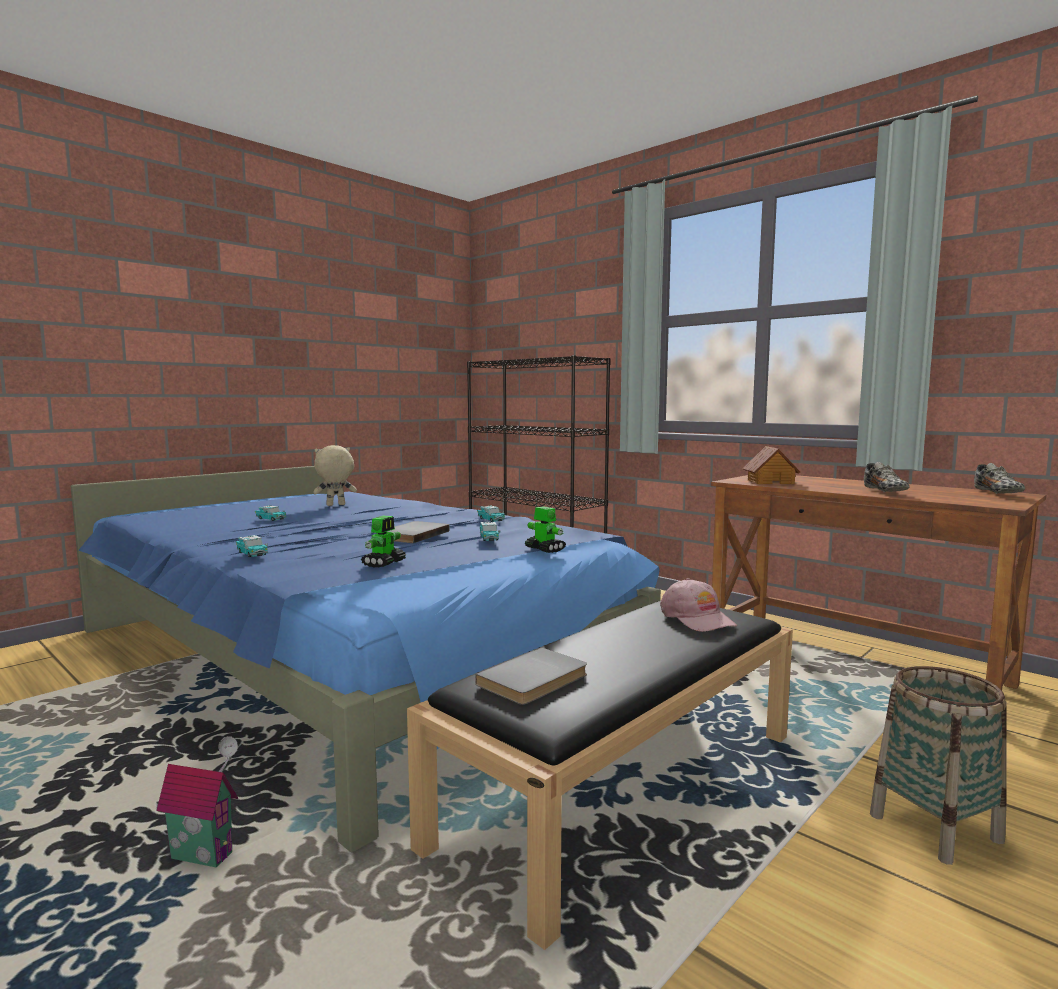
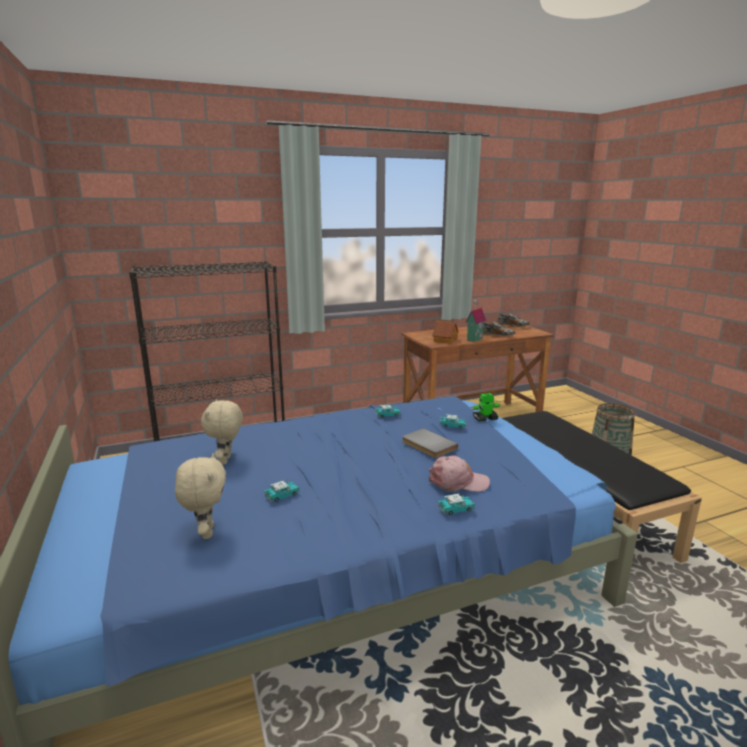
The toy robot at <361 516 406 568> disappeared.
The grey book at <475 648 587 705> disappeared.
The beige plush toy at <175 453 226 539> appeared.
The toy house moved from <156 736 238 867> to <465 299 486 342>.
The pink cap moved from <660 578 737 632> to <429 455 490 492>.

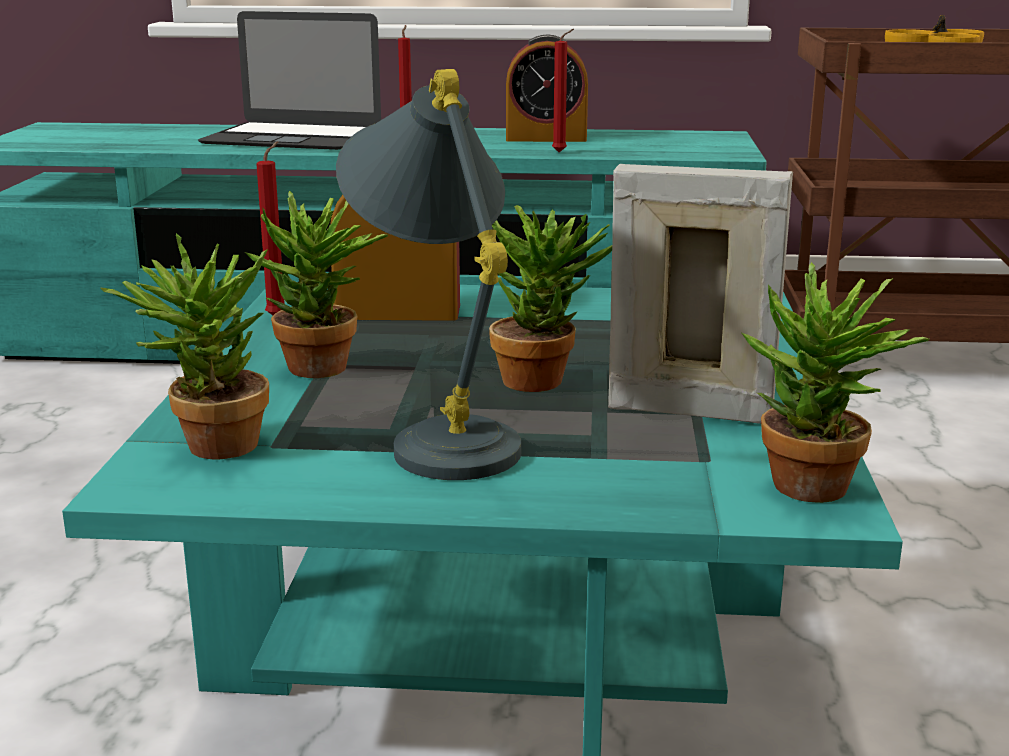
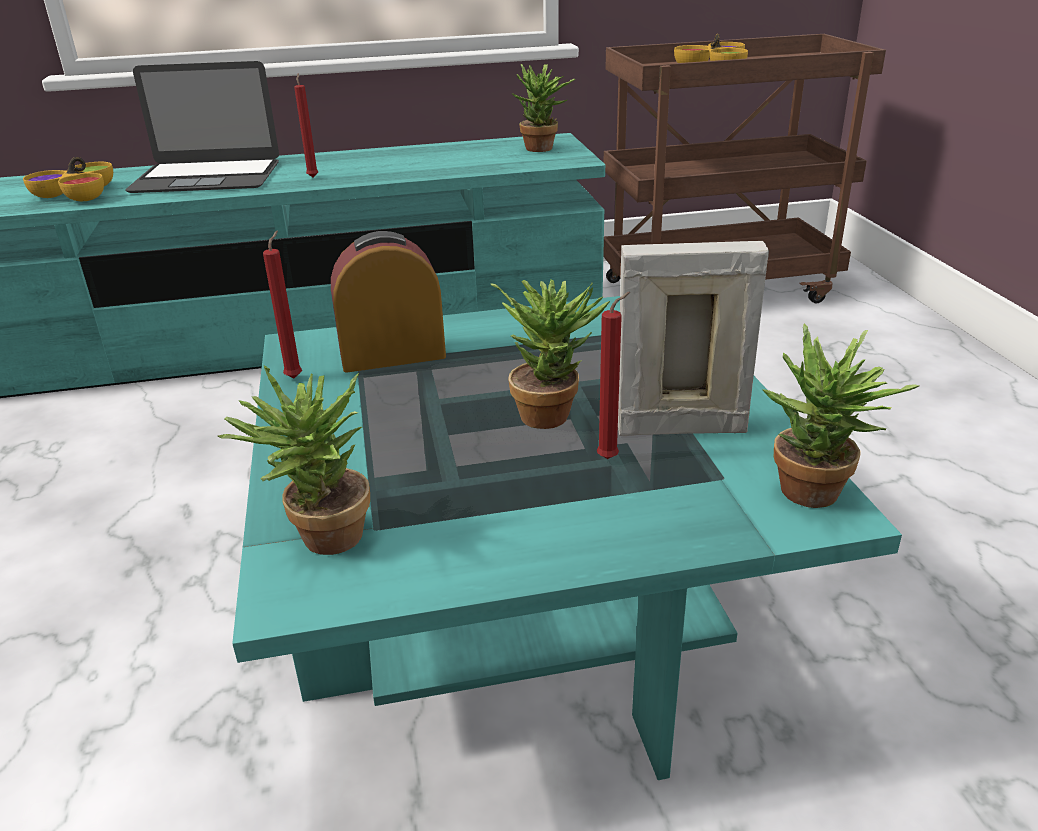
The grey table lamp at <336 69 521 480> disappeared.
The alarm clock at <506 34 588 142> disappeared.
The bowl at <23 157 113 201> appeared.
The potted plant moved from <245 191 388 378> to <511 64 576 152>.
The red candle moved from <552 29 574 153> to <597 292 630 459>.

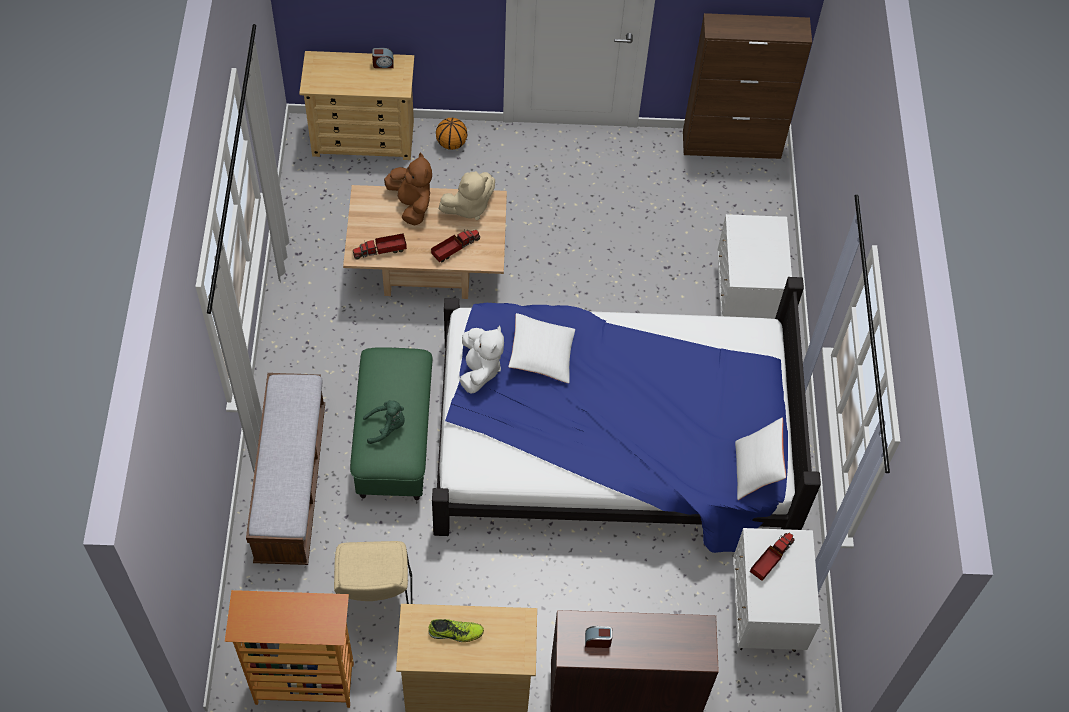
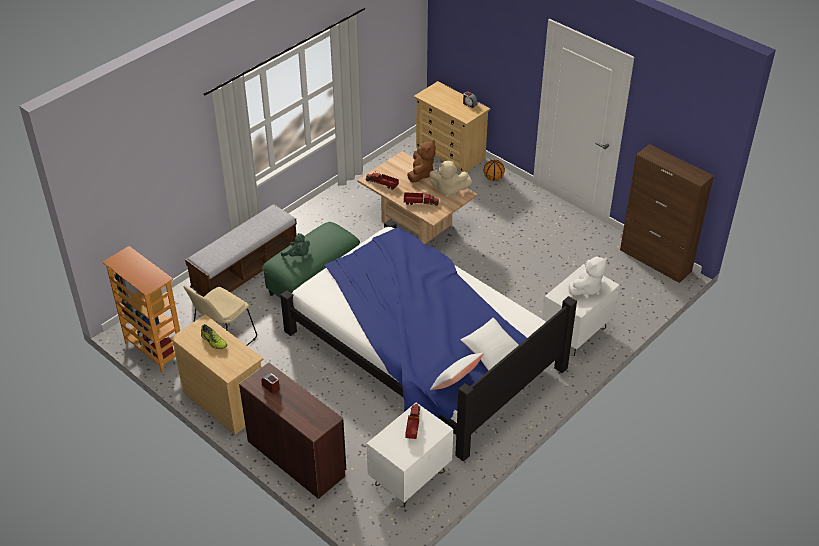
The white plush toy moved from <459 325 504 394> to <568 256 607 296>.
The white pillow moved from <508 313 575 384> to <461 318 519 371>.
The toy truck at <750 533 795 581> turned 75 degrees counterclockwise.

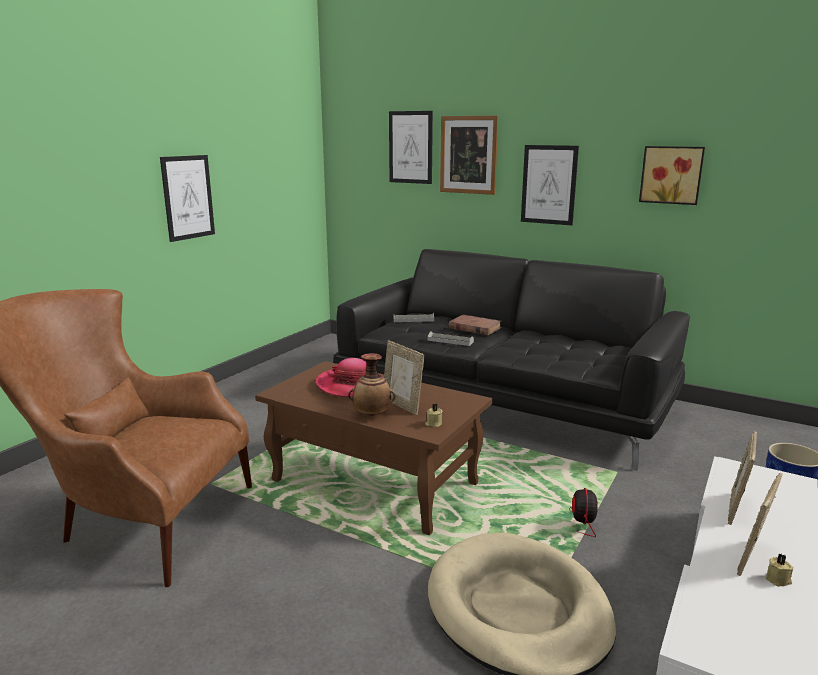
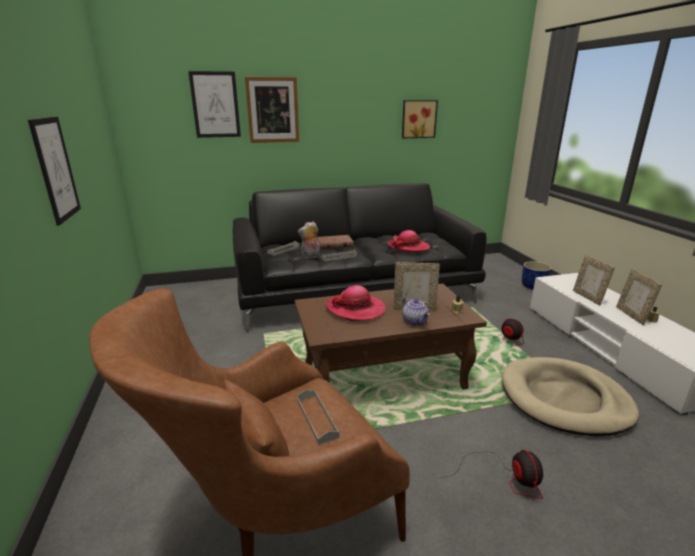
The picture at <521 145 579 225> disappeared.
The grey tray at <297 390 339 444> appeared.
The plush toy at <298 222 320 258> appeared.
The hat at <388 230 430 252> appeared.
The fan at <440 450 543 499> appeared.
The vase at <348 353 396 416> was replaced by the teapot at <402 297 430 326>.

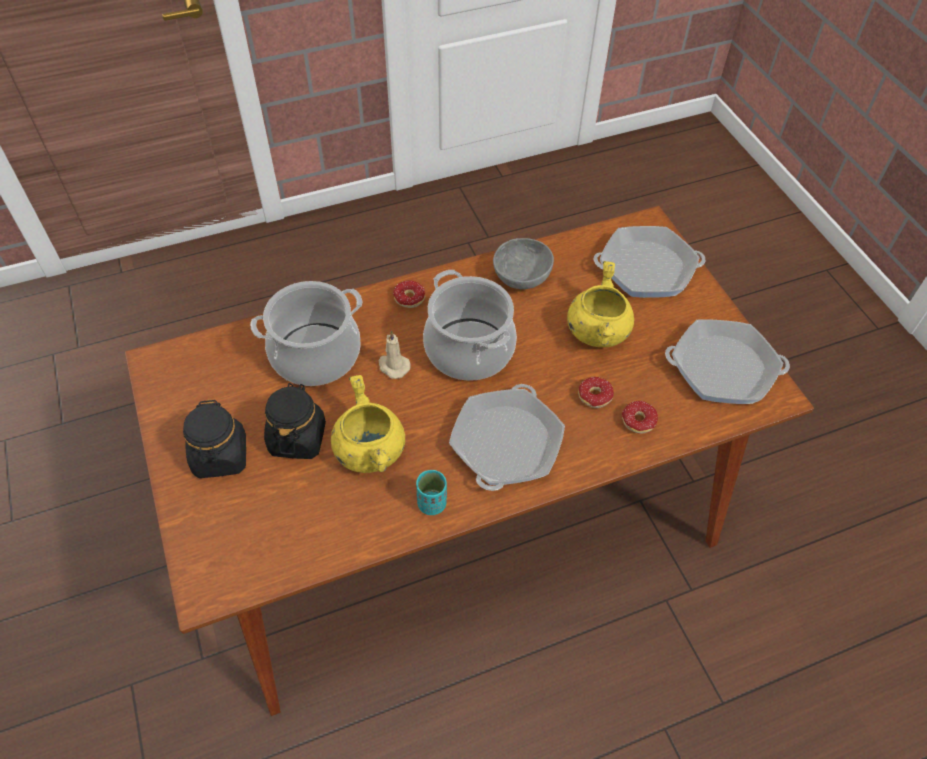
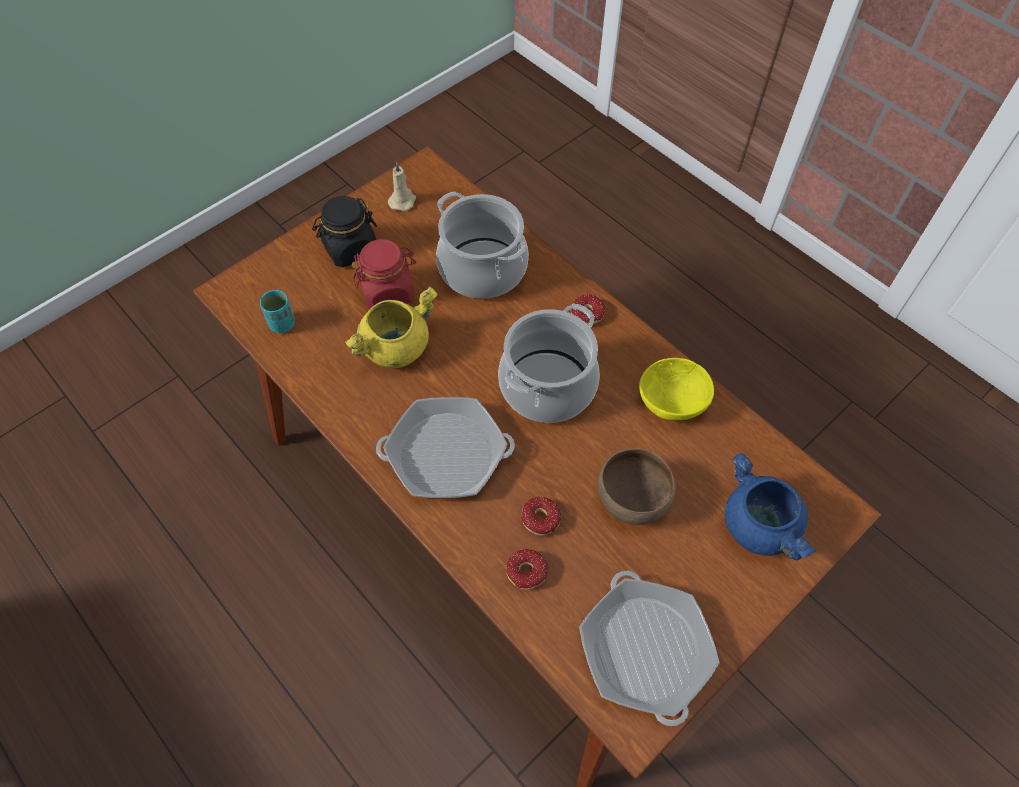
The beige candle moved from <379 331 411 379> to <388 162 416 211>.
The turquoise cup moved from <416 470 447 515> to <260 290 295 333>.
The yellow cooking pot at <567 261 634 347> was replaced by the brown bowl at <597 448 676 525>.
The frying pan at <594 226 705 298> was replaced by the blue cooking pot at <724 453 816 561>.
The black jar at <264 383 326 459> became the red jar at <352 239 416 309>.
The grey bowl at <493 238 554 289> became the yellow bowl at <639 358 714 420>.

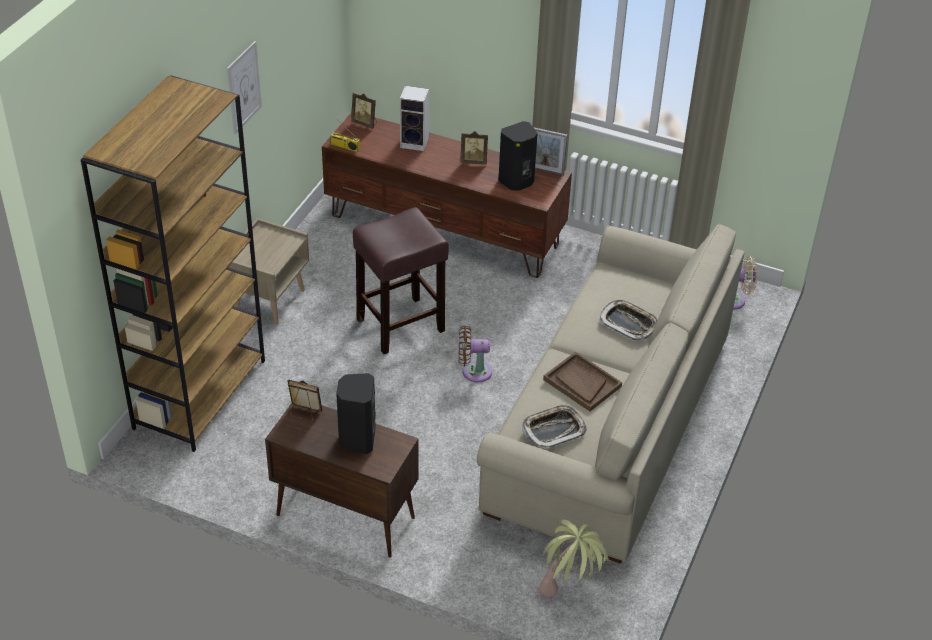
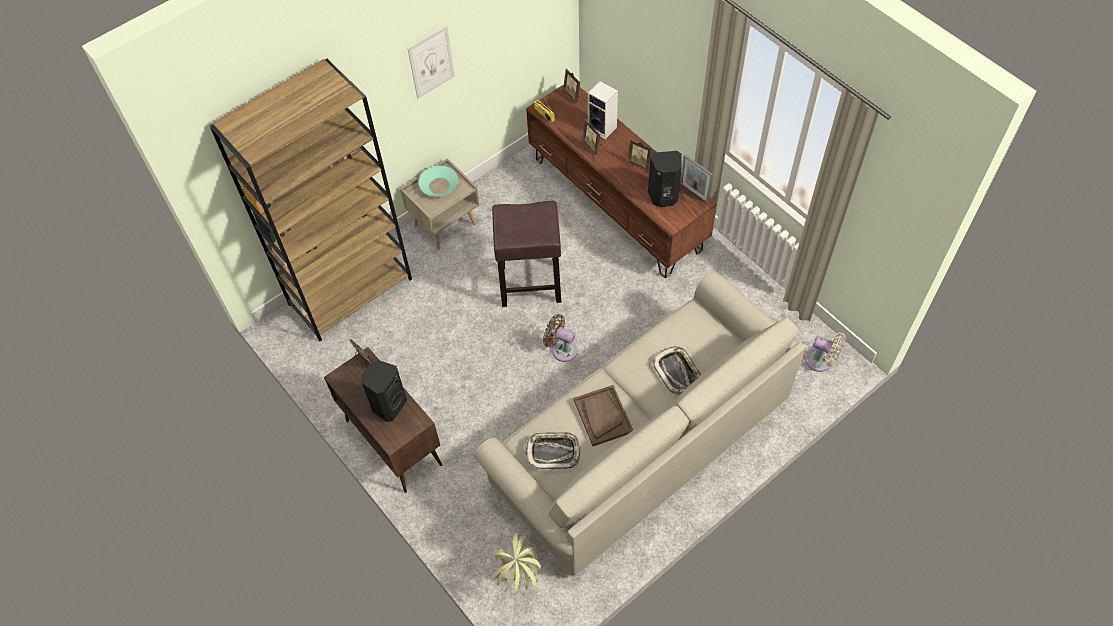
The turquoise bowl at <419 166 458 197> appeared.
The picture frame at <582 119 603 155> appeared.

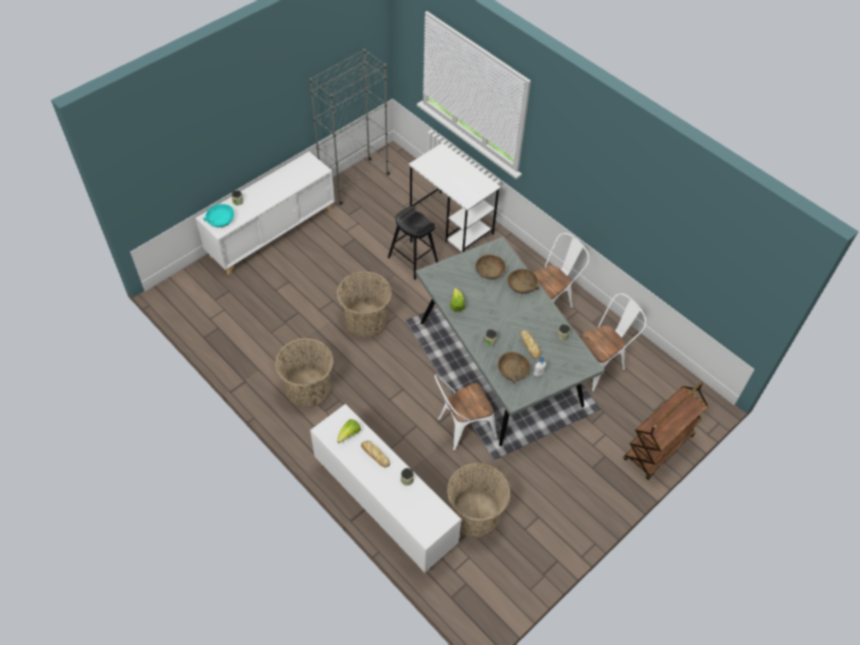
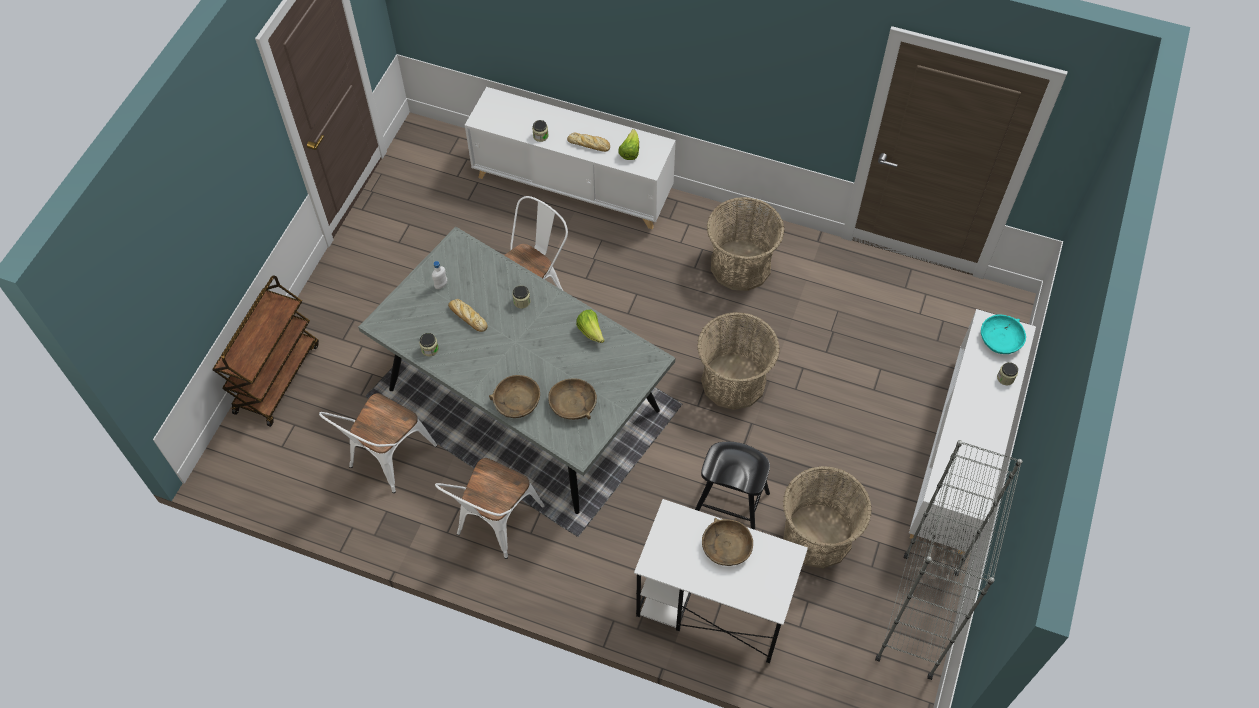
The basket moved from <447 463 510 538> to <783 466 871 568>.
The brown bowl moved from <498 352 531 384> to <702 517 753 566>.

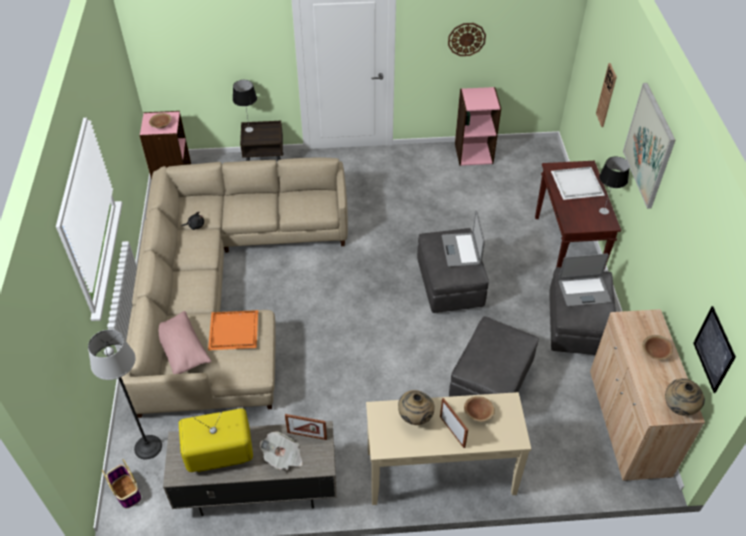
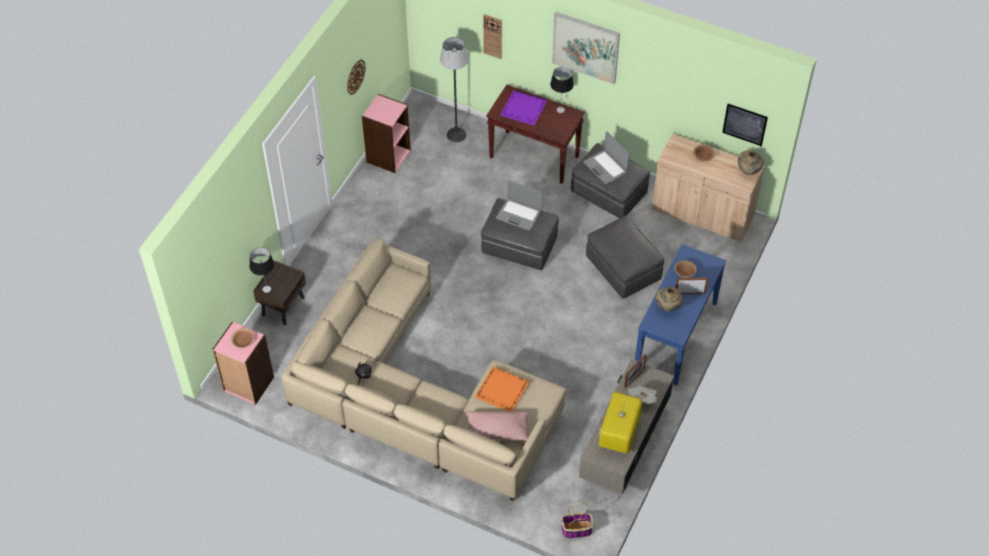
The floor lamp moved from <88 330 162 460> to <440 37 469 142>.
The beige console table at <366 392 531 505> became the blue console table at <635 244 726 385>.
The white tray at <551 167 605 200> became the purple tray at <500 90 547 125>.
The laptop at <559 253 611 306> turned 120 degrees clockwise.

